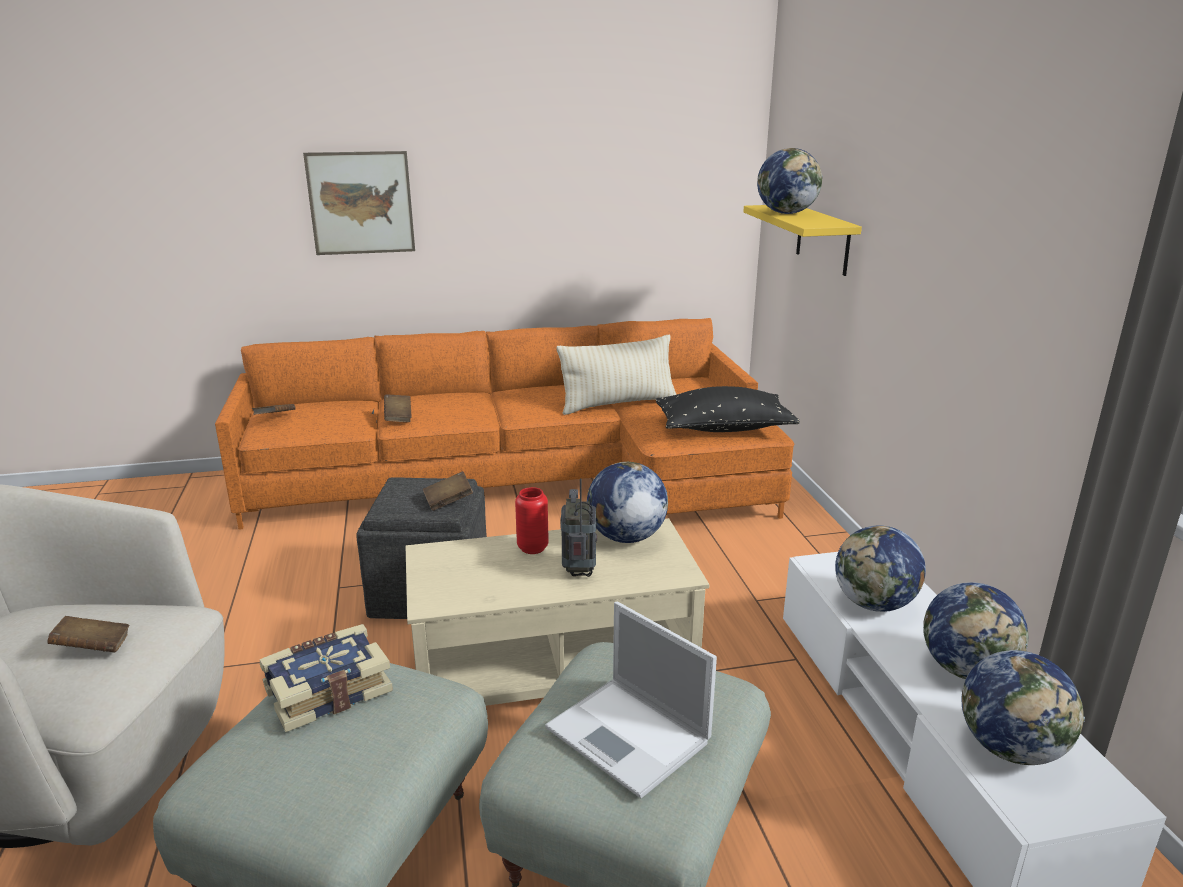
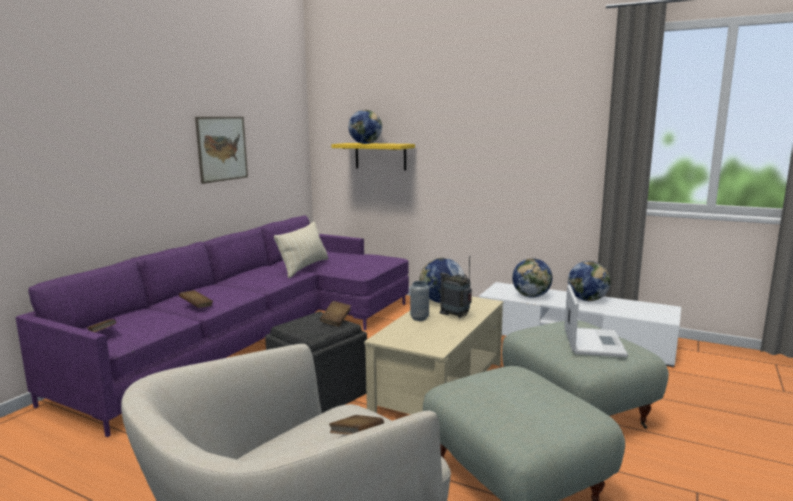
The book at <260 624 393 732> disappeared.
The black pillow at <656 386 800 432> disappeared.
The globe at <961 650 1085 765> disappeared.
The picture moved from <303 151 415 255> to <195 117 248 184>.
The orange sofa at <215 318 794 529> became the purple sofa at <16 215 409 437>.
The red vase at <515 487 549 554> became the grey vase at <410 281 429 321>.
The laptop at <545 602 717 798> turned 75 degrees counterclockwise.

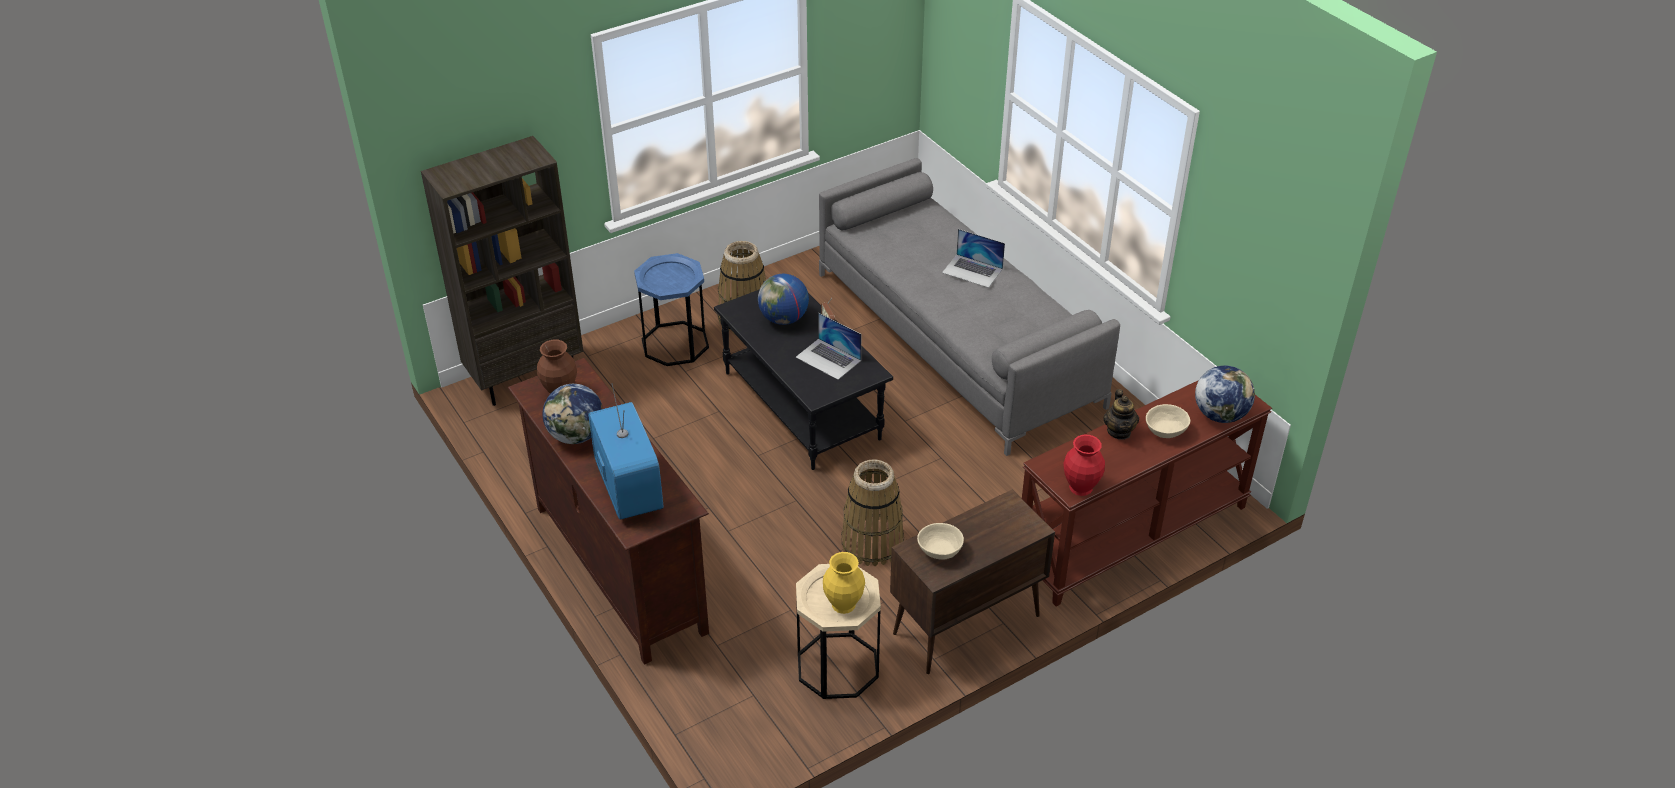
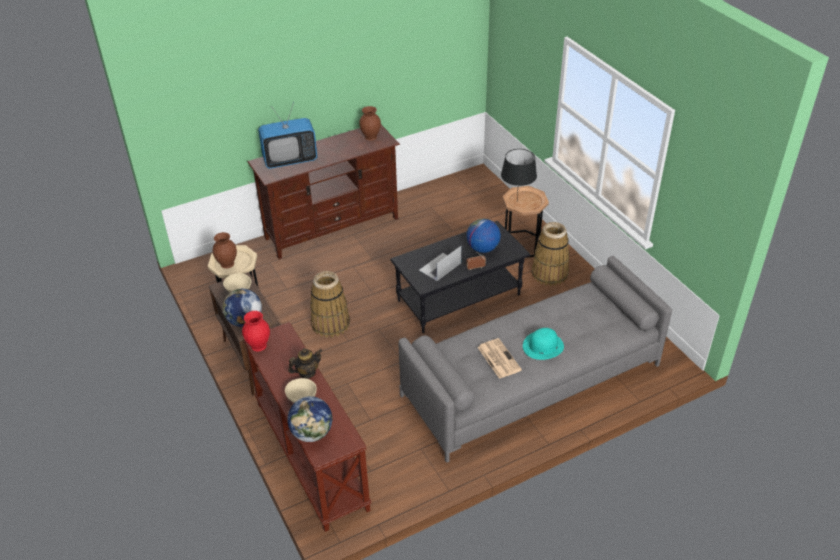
The brown bookcase at <421 136 584 406> disappeared.
The newspaper at <477 338 522 379> appeared.
The black table lamp at <501 149 537 199> appeared.
The globe moved from <542 384 603 444> to <222 289 262 327>.
The laptop at <942 229 1005 288> was replaced by the turquoise hat at <523 328 564 360>.
The blue side table at <634 253 709 366> became the brown side table at <502 186 549 258>.
The yellow vase at <823 552 865 614> became the brown vase at <213 232 237 269>.
The teapot at <1103 389 1139 440> turned 150 degrees clockwise.

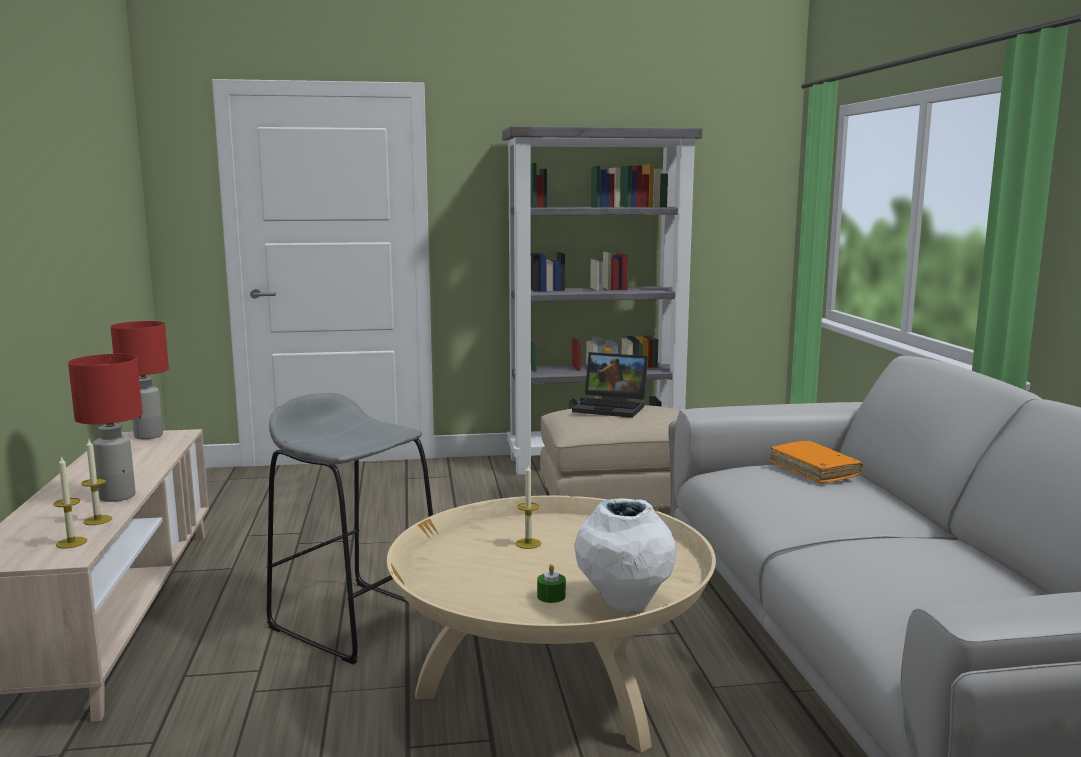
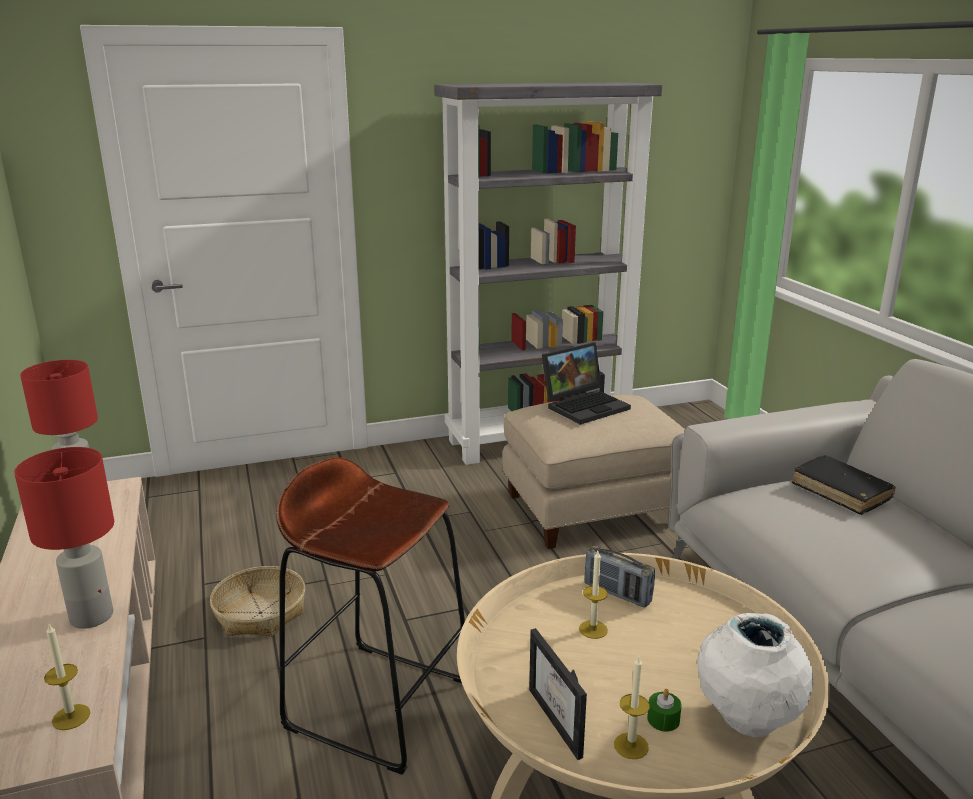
The basket at <210 566 305 637> appeared.
The picture frame at <529 628 587 760> appeared.
The radio at <585 546 655 608> appeared.
The candle moved from <81 440 112 525> to <614 656 650 759>.
The grey stool at <267 393 433 664> became the brown stool at <276 457 465 775>.
The orange book at <770 441 863 484> became the black book at <792 455 896 515>.
The laptop at <572 352 648 418> turned 45 degrees counterclockwise.

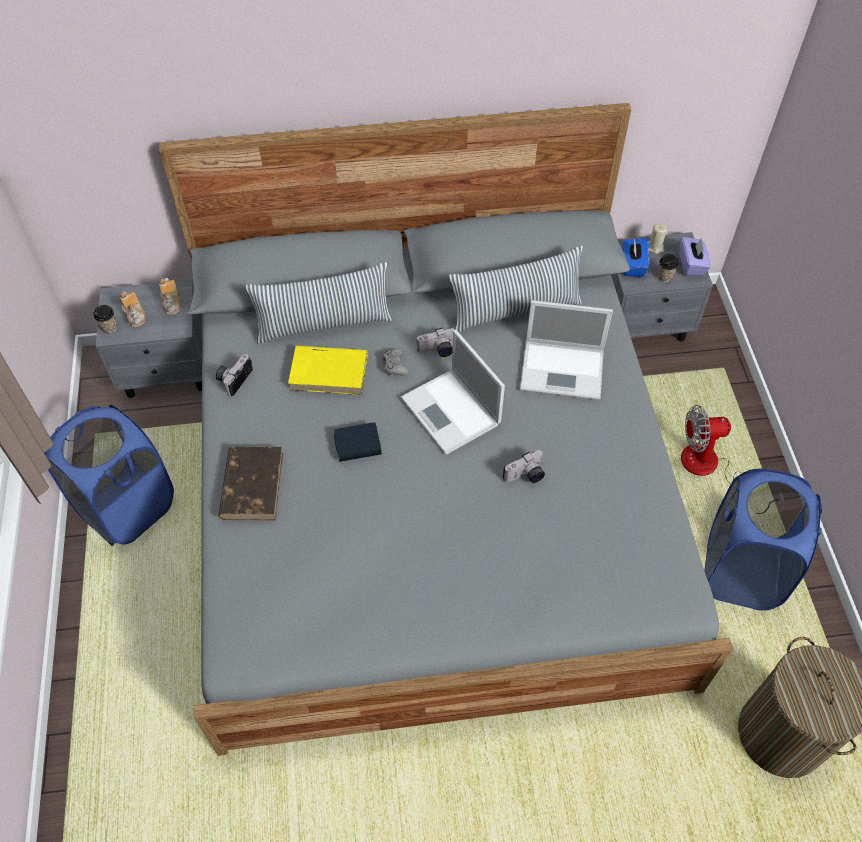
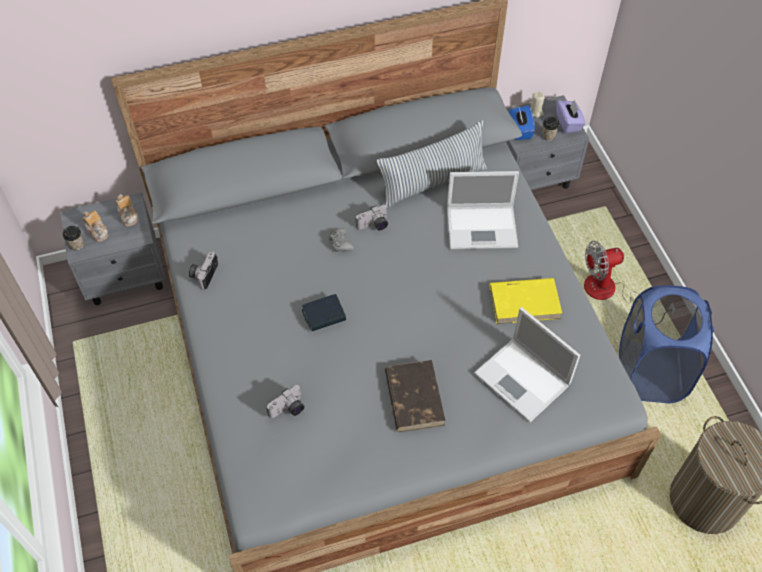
The blue laundry basket at <44 405 174 546> disappeared.
The pillow at <245 262 392 344> disappeared.
The brown book moved from <219 446 283 521> to <385 360 446 432>.
The yellow book moved from <288 346 368 395> to <489 278 562 324>.
The laptop moved from <401 330 505 455> to <474 307 580 422>.
The photo camera moved from <503 450 545 483> to <266 385 304 418>.

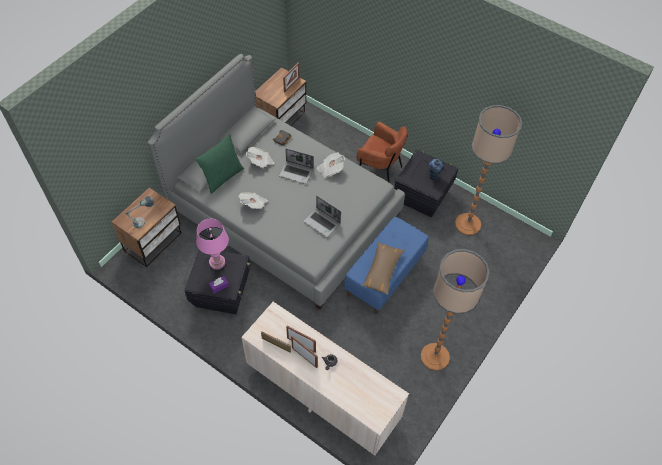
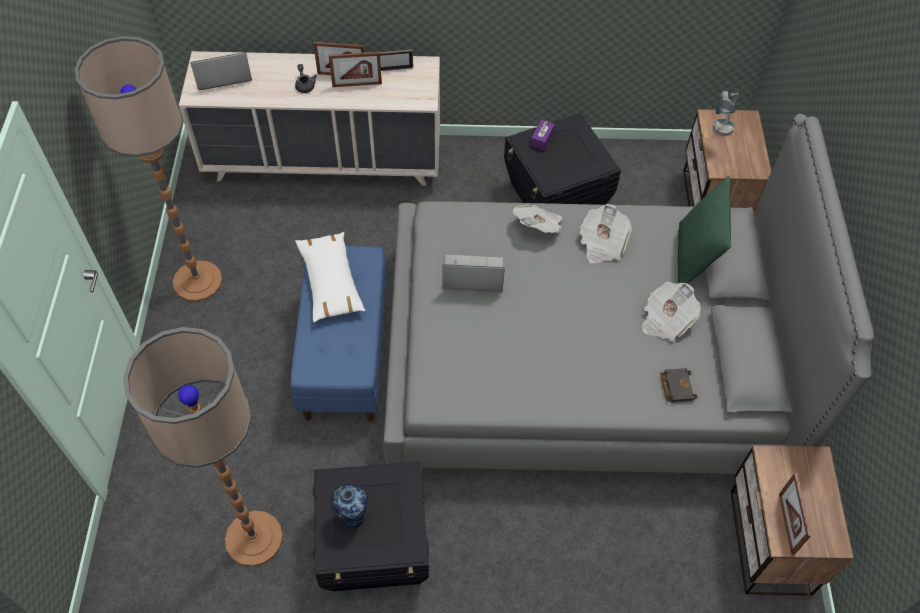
The pink table lamp at <196 218 229 270> disappeared.
The brown armchair at <357 122 408 182> disappeared.
The laptop moved from <279 148 314 184> to <191 52 252 90>.
The newspaper moved from <317 152 345 178> to <513 205 563 233>.
The brown pillow at <361 242 404 295> became the white pillow at <295 232 366 323>.

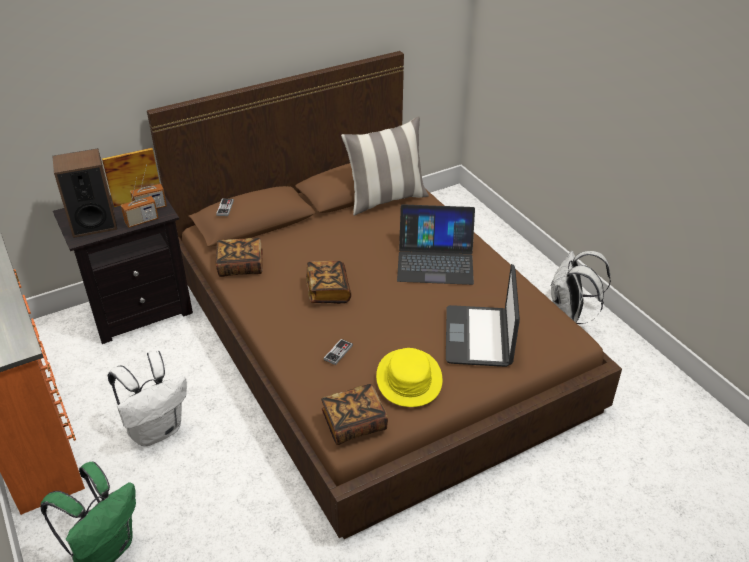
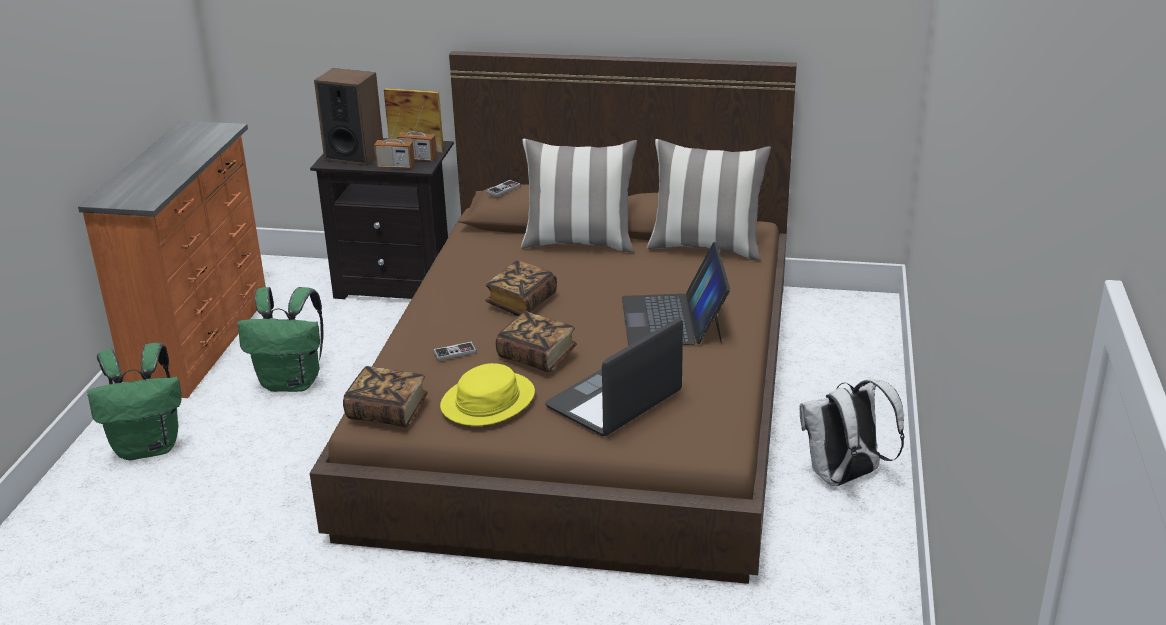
The pillow at <521 139 637 253> appeared.
The book moved from <216 238 262 277> to <495 311 577 372>.
The white backpack at <108 350 187 446> became the green backpack at <238 287 323 392>.
The laptop at <397 204 475 285> turned 45 degrees clockwise.

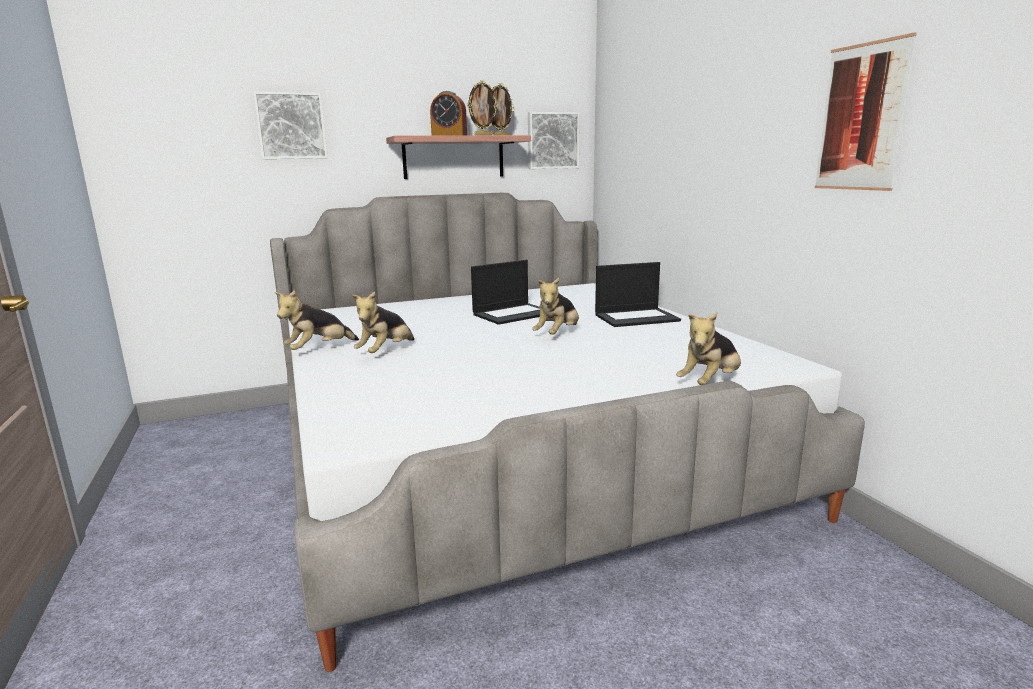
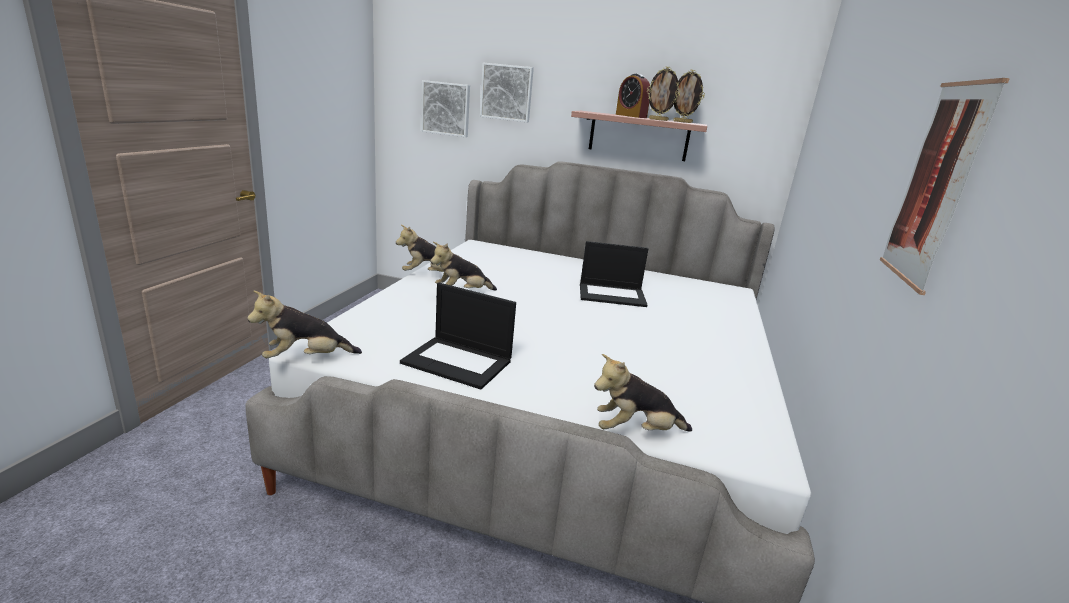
The picture moved from <528 112 580 169> to <421 80 470 137>.
The plush toy moved from <532 278 579 335> to <247 290 362 358>.
The laptop moved from <595 262 681 327> to <400 283 516 390>.

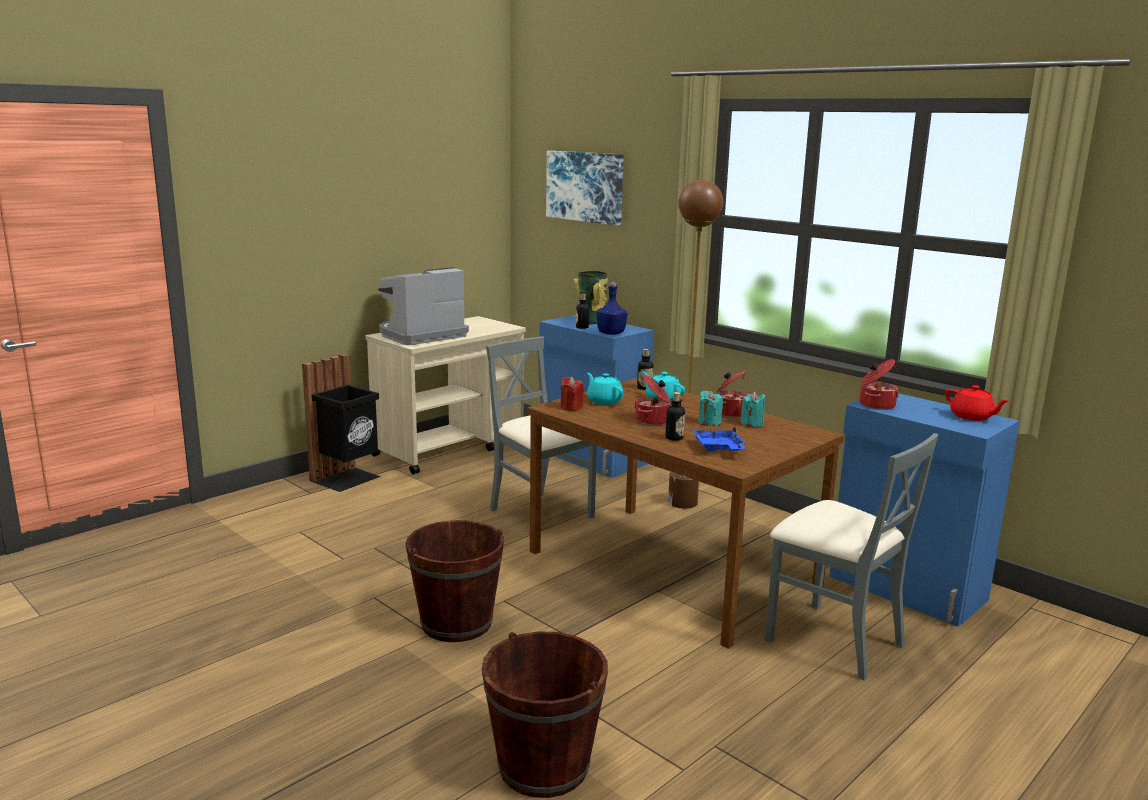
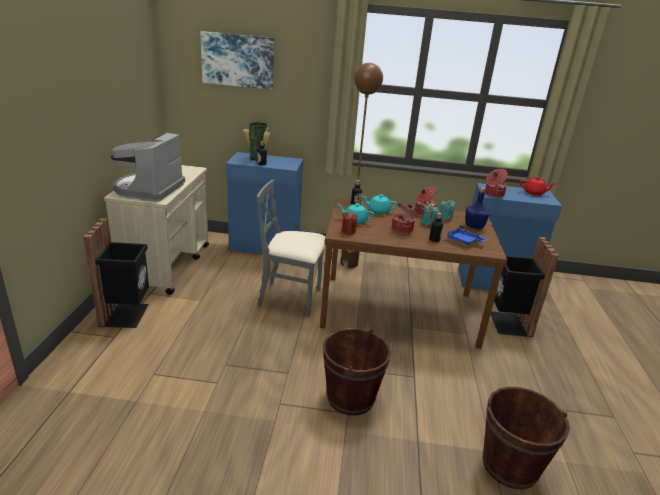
The blue bottle moved from <596 282 627 335> to <465 188 489 229>.
The grey chair at <765 433 938 681> was replaced by the black trash can at <491 236 559 337>.

